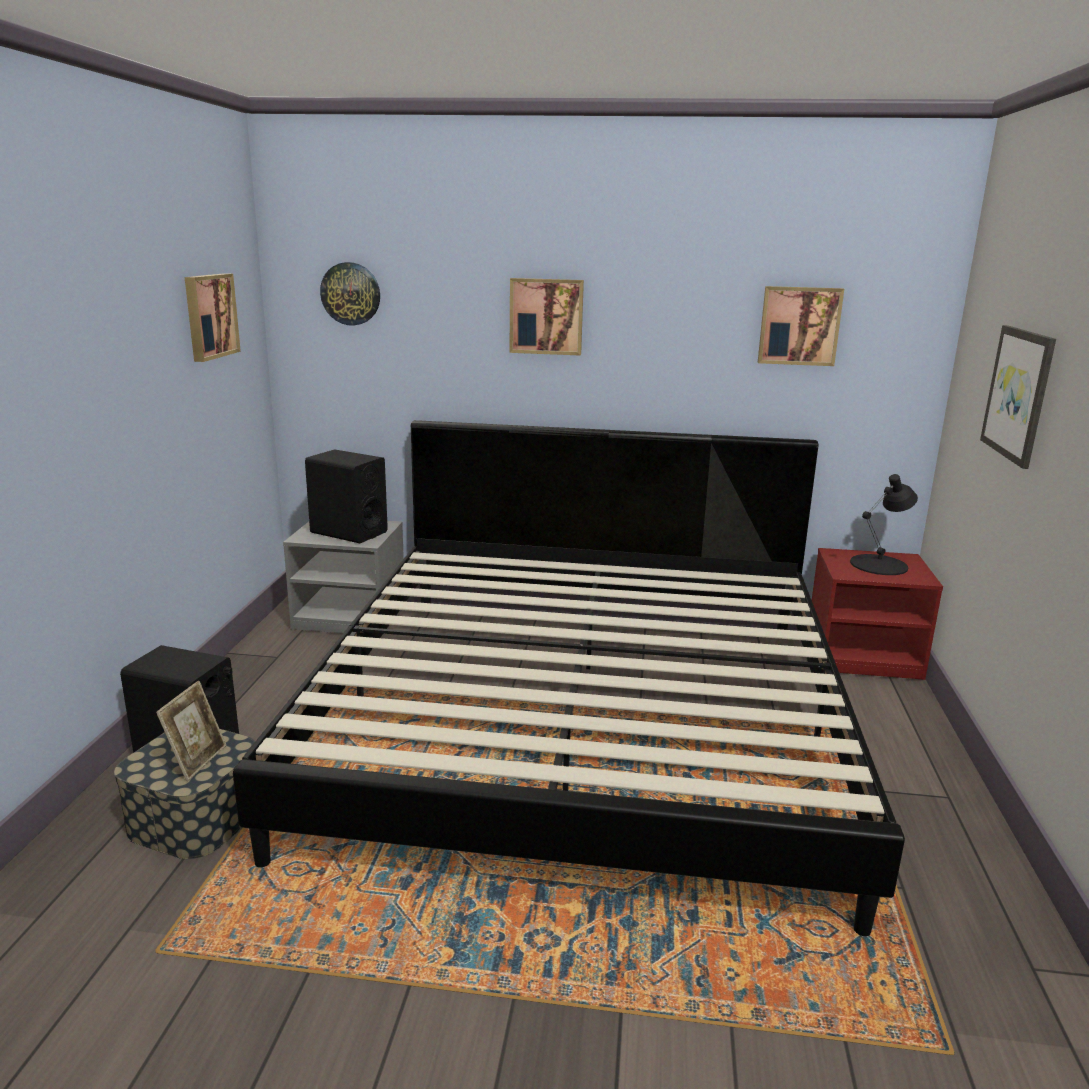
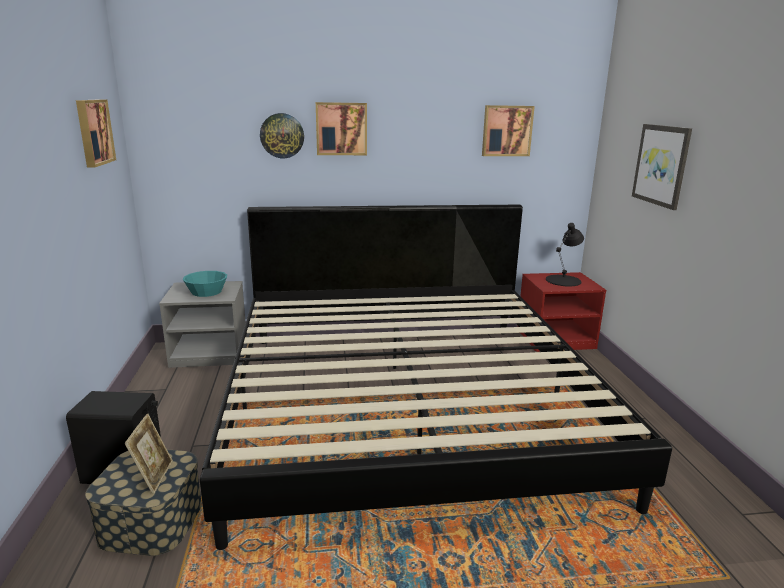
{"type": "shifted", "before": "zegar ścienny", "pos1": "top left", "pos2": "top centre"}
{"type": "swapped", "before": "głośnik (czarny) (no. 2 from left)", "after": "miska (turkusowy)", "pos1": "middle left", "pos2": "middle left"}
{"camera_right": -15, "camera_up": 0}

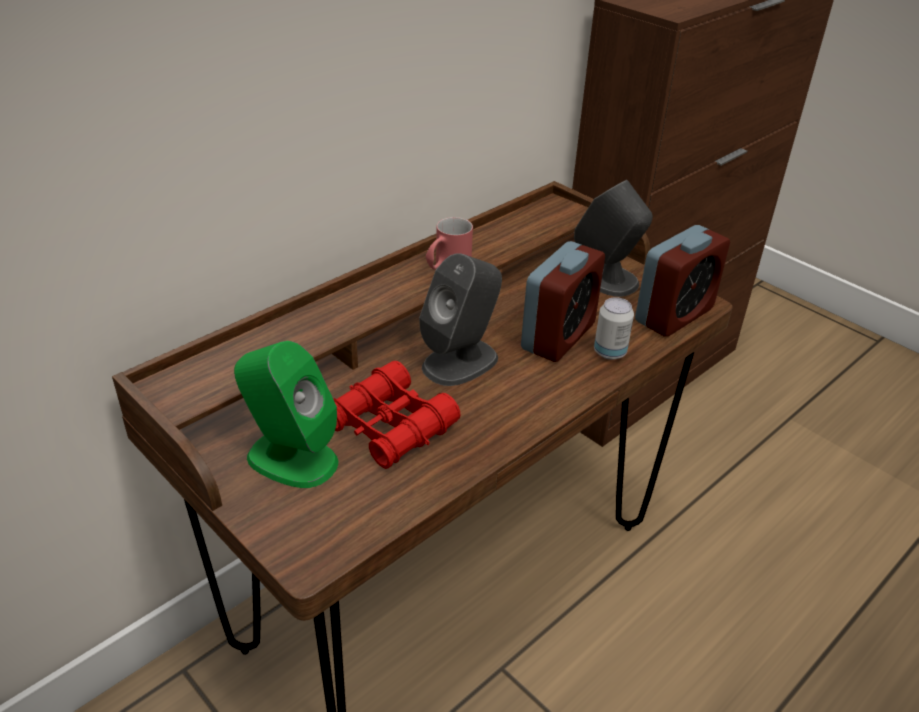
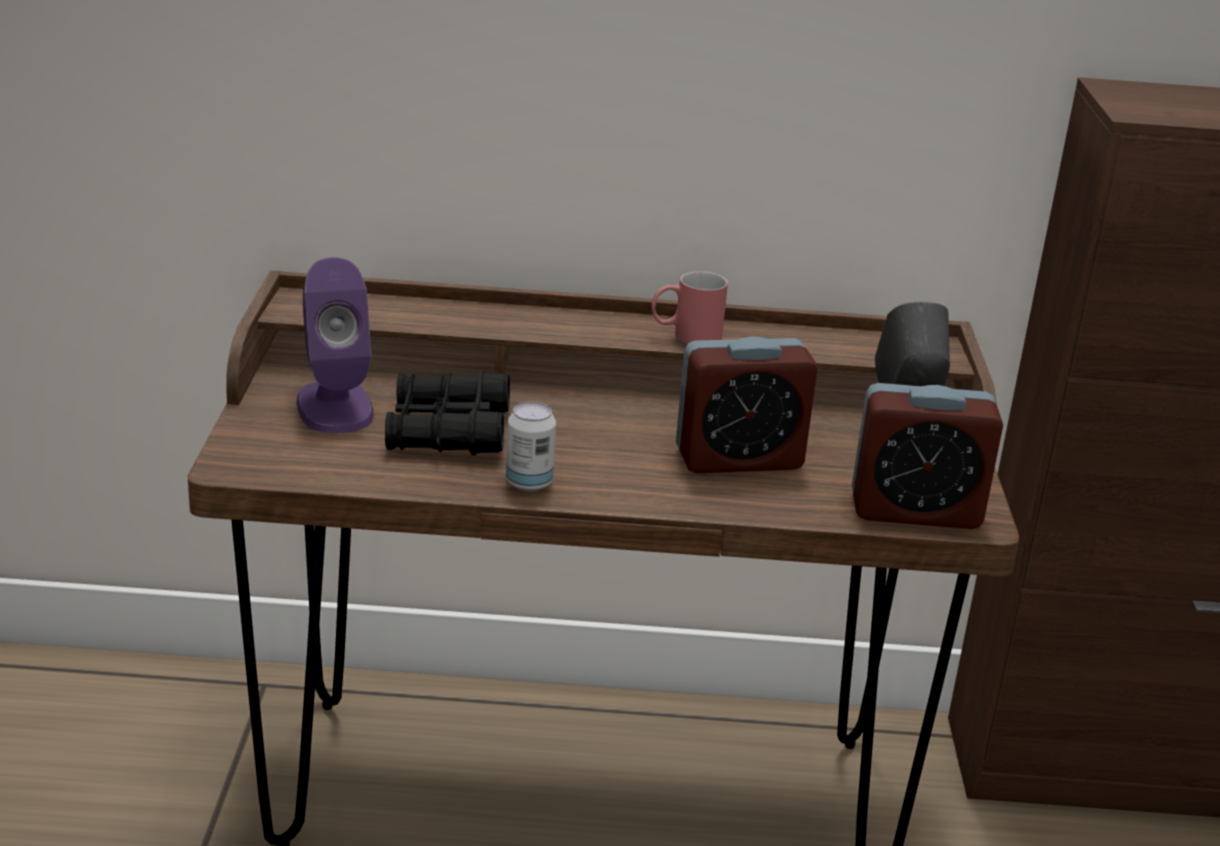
{"type": "gone", "before": "głośnik (szary) (no. 1 from left)", "pos1": "centre"}
{"type": "shifted", "before": "puszka", "pos1": "middle right", "pos2": "centre"}
{"type": "repainted", "before": "głośnik (zielony)", "after": "głośnik (fioletowy)", "pos1": "middle left", "pos2": "middle left"}
{"type": "repainted", "before": "lornetka (czerwony)", "after": "lornetka (czarny)", "pos1": "centre", "pos2": "centre"}
{"camera_right": 45, "camera_up": -10}

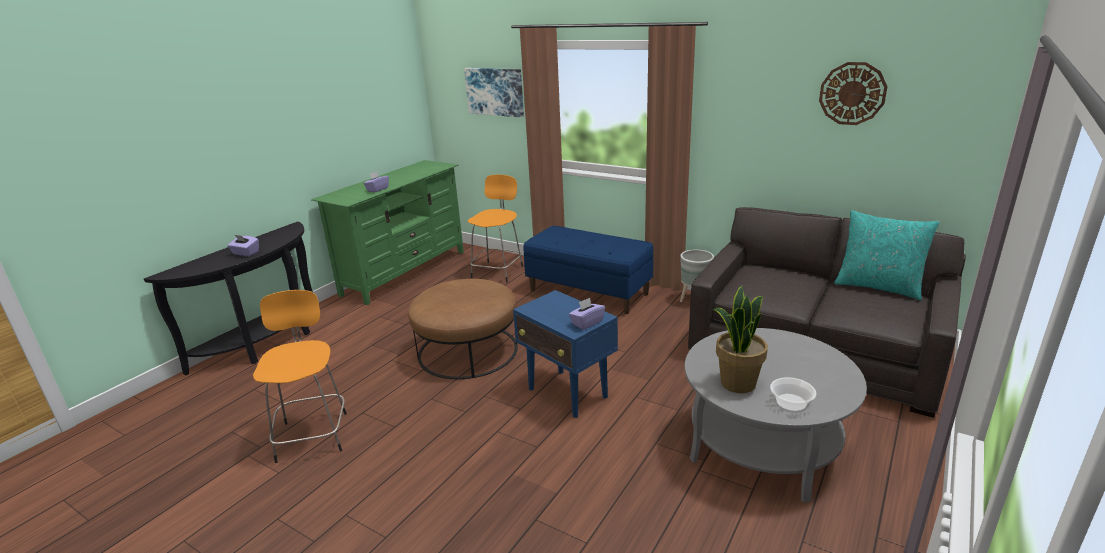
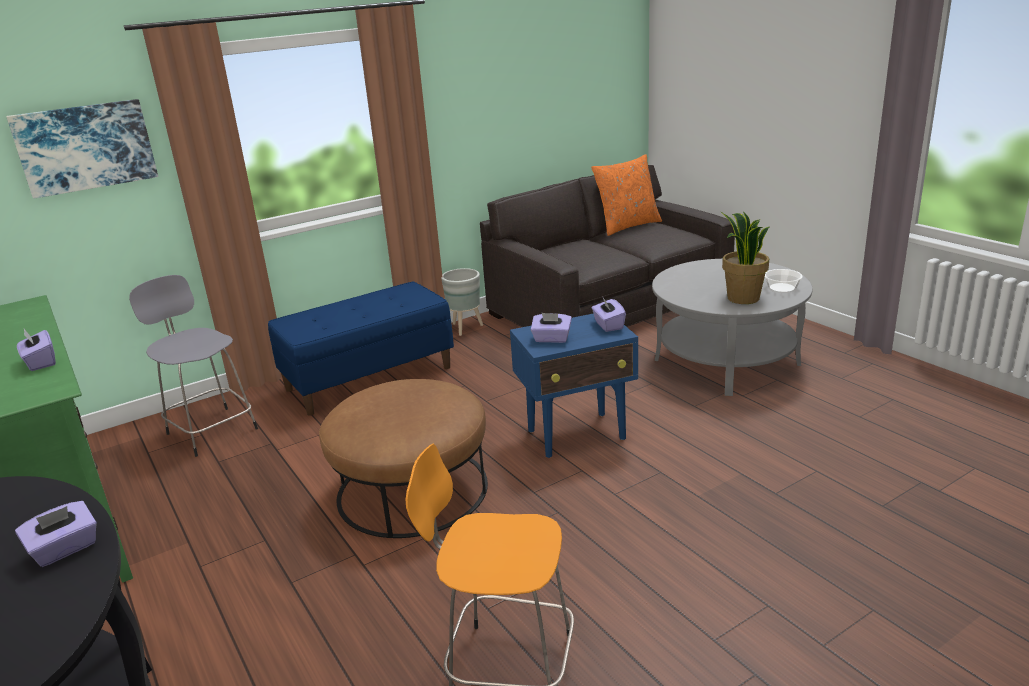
{"type": "gone", "before": "zegar ścienny", "pos1": "top right"}
{"type": "repainted", "before": "stołek (pomarańczowy) (no. 2 from left)", "after": "stołek (szary)", "pos1": "centre", "pos2": "middle left"}
{"type": "repainted", "before": "poduszka (turkusowy)", "after": "poduszka (pomarańczowy)", "pos1": "middle right", "pos2": "top centre"}
{"type": "new", "after": "pudełko chusteczek (fioletowy) (no. 3 from left)", "pos2": "centre"}
{"camera_right": -65, "camera_up": 0}

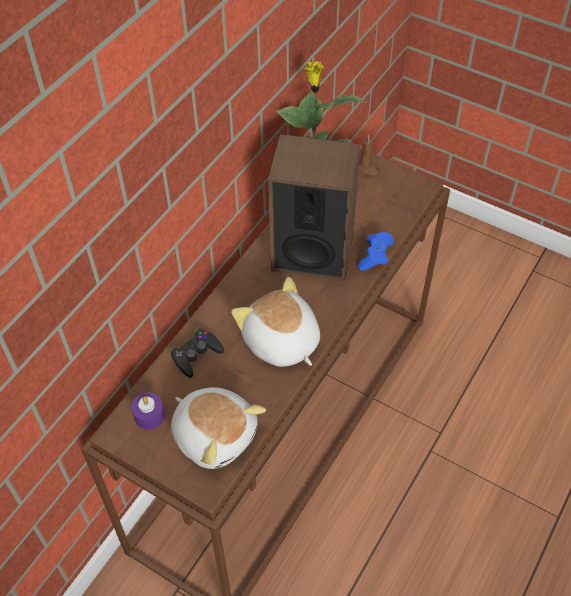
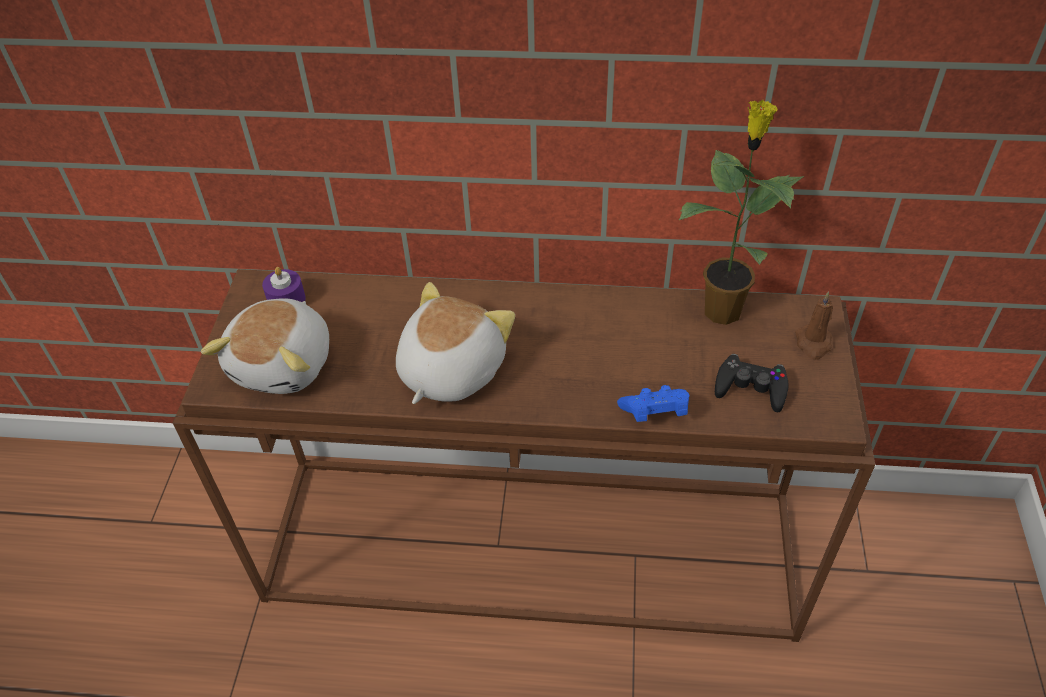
{"type": "gone", "before": "głośnik", "pos1": "centre"}
{"type": "shifted", "before": "pad do gier (czarny)", "pos1": "centre", "pos2": "middle right"}
{"camera_right": 65, "camera_up": -5}

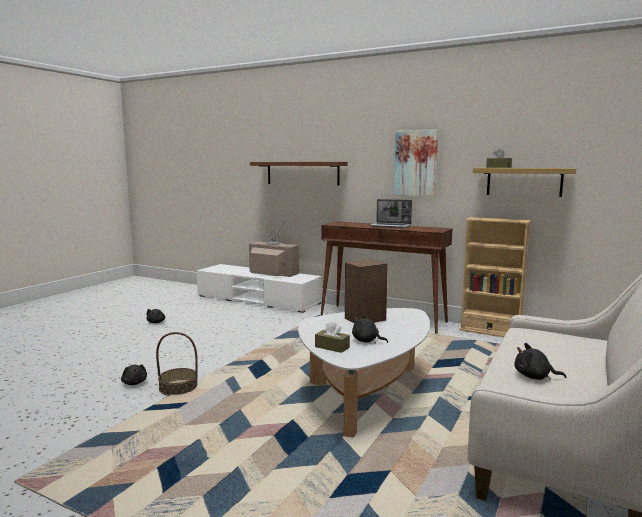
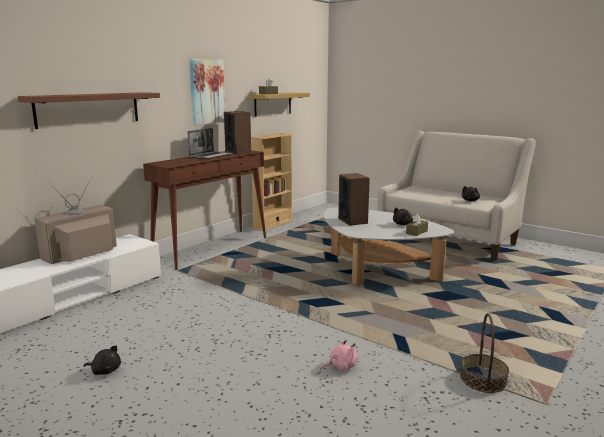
{"type": "shifted", "before": "koszyk", "pos1": "bottom left", "pos2": "bottom right"}
{"type": "repainted", "before": "pluszak (czarny) (no. 1 from left)", "after": "pluszak (różowy)", "pos1": "bottom left", "pos2": "bottom centre"}
{"type": "new", "after": "głośnik (no. 1 from left)", "pos2": "top centre"}
{"camera_right": -80, "camera_up": 5}

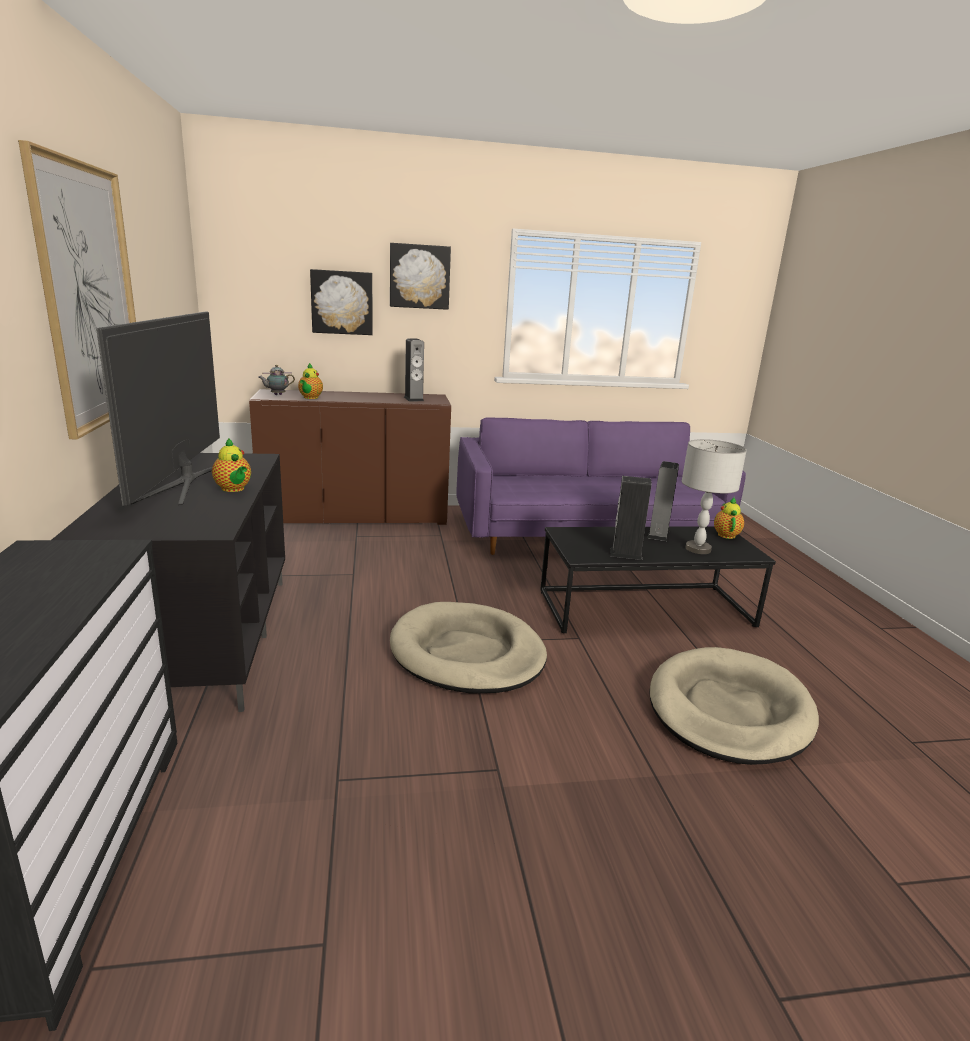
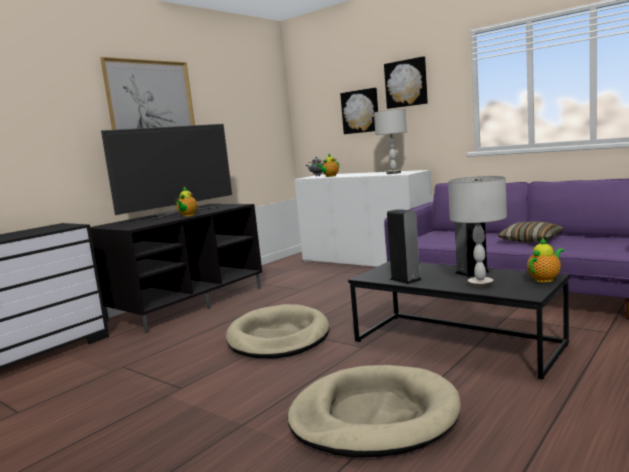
{"type": "swapped", "before": "głośnik (no. 1 from left)", "after": "lampa stołowa (szary) (no. 1 from left)", "pos1": "centre", "pos2": "top centre"}
{"type": "repainted", "before": "szafka (brązowy)", "after": "szafka (biały)", "pos1": "centre", "pos2": "centre"}
{"type": "new", "after": "poduszka", "pos2": "middle right"}
{"camera_right": 50, "camera_up": -10}

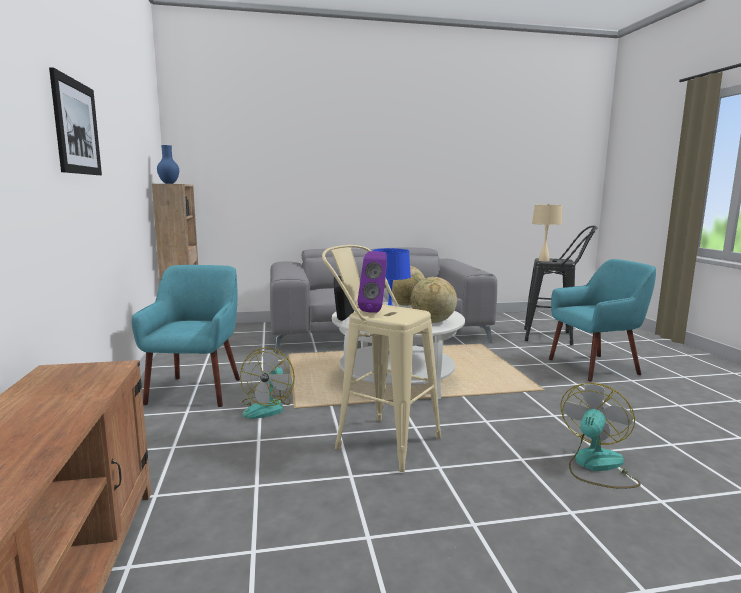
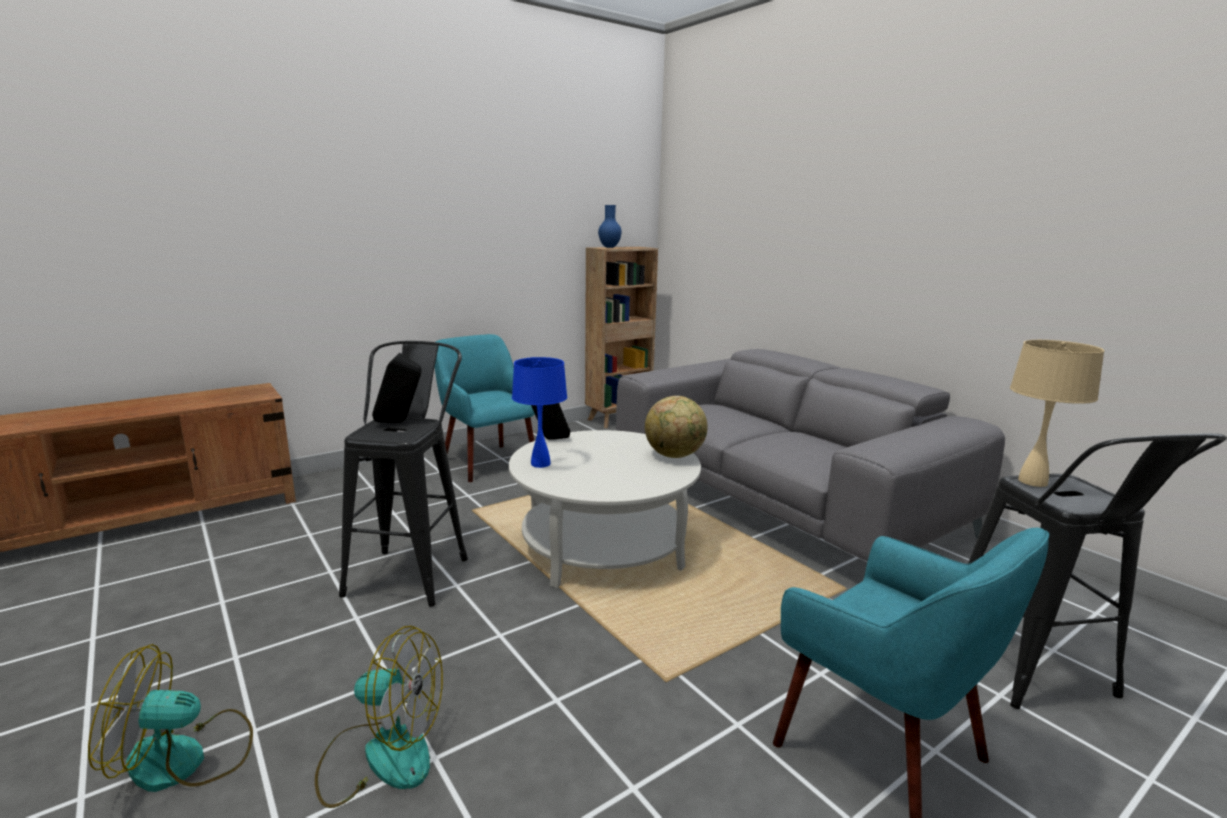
{"type": "gone", "before": "obraz", "pos1": "top left"}
{"type": "repainted", "before": "stołek (beżowy)", "after": "stołek (czarny) (no. 1 from left)", "pos1": "centre", "pos2": "middle left"}
{"type": "repainted", "before": "głośnik (fioletowy)", "after": "głośnik (czarny) (no. 1 from left)", "pos1": "centre", "pos2": "middle left"}
{"type": "rotated", "before": "fotel (turkusowy) (no. 1 from left)", "pos1": "middle left", "pos2": "centre", "turn": -105}
{"type": "gone", "before": "globus (no. 2 from left)", "pos1": "centre"}
{"type": "shifted", "before": "wentylator (no. 1 from left)", "pos1": "centre", "pos2": "bottom left"}
{"camera_right": 65, "camera_up": 5}

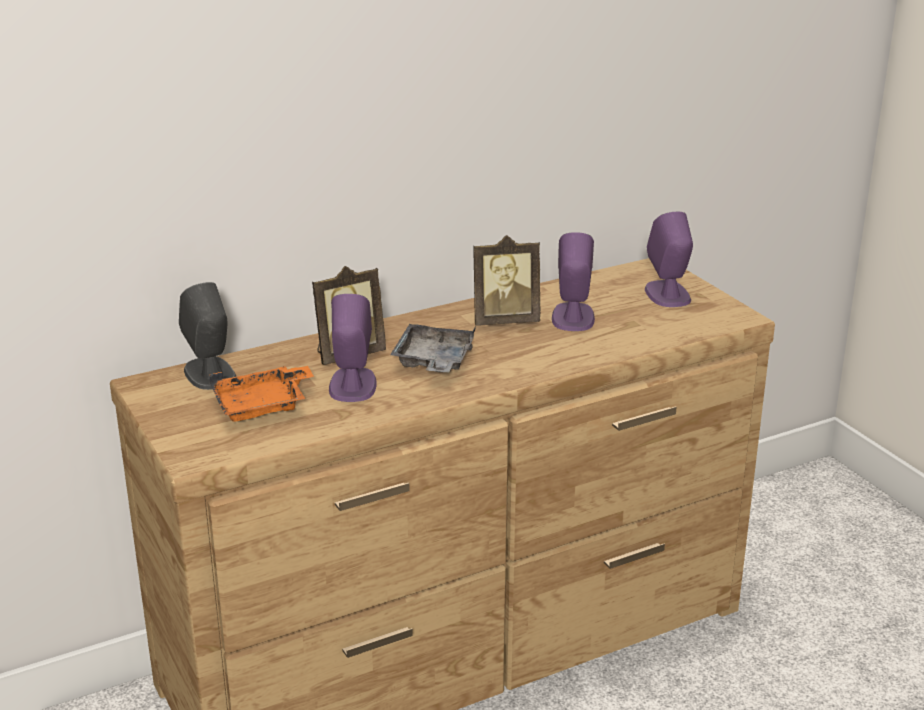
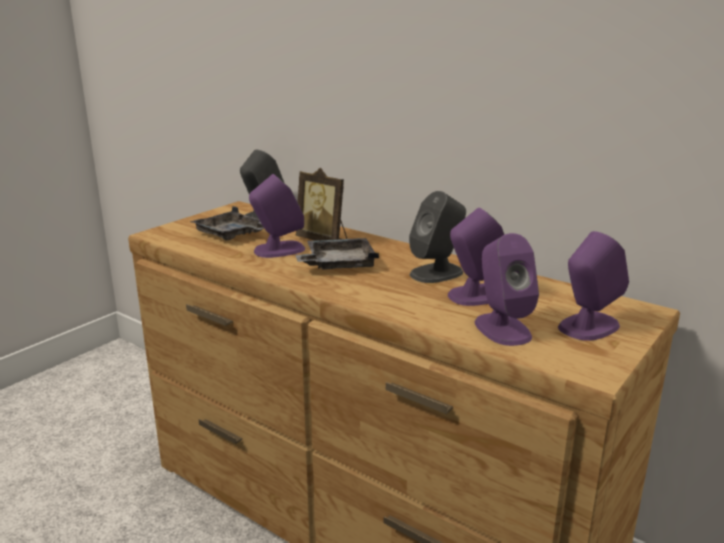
{"type": "swapped", "before": "ramka na zdjęcie (no. 2 from left)", "after": "głośnik (szary) (no. 2 from left)", "pos1": "centre", "pos2": "centre"}
{"type": "repainted", "before": "taca (pomarańczowy)", "after": "taca (szary) (no. 1 from left)", "pos1": "middle left", "pos2": "middle left"}
{"type": "new", "after": "głośnik (fioletowy) (no. 3 from left)", "pos2": "middle right"}
{"camera_right": 65, "camera_up": -5}

